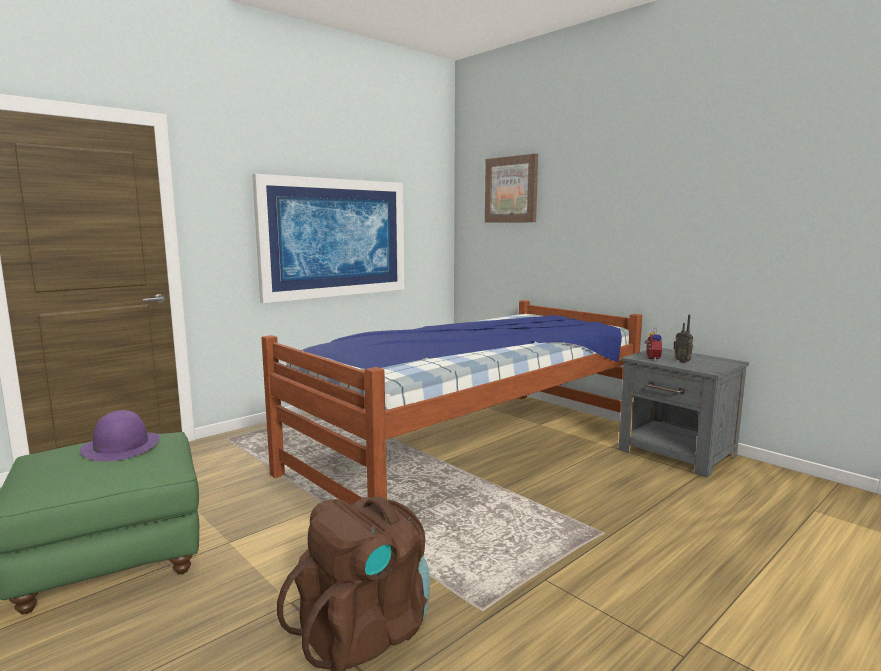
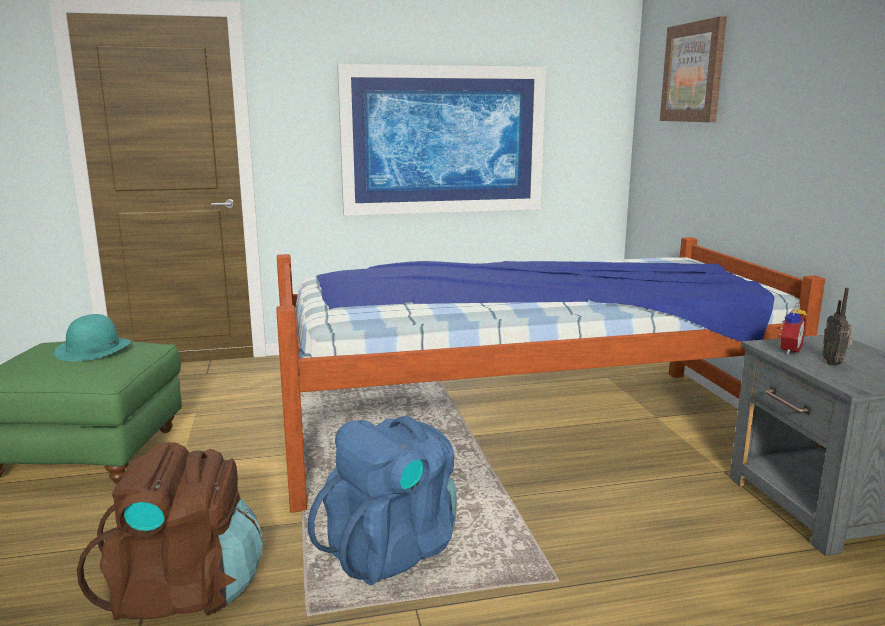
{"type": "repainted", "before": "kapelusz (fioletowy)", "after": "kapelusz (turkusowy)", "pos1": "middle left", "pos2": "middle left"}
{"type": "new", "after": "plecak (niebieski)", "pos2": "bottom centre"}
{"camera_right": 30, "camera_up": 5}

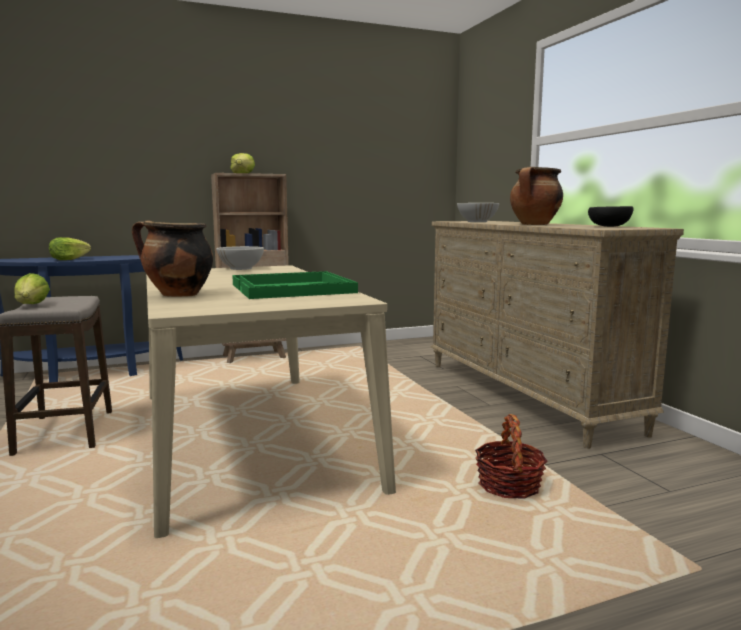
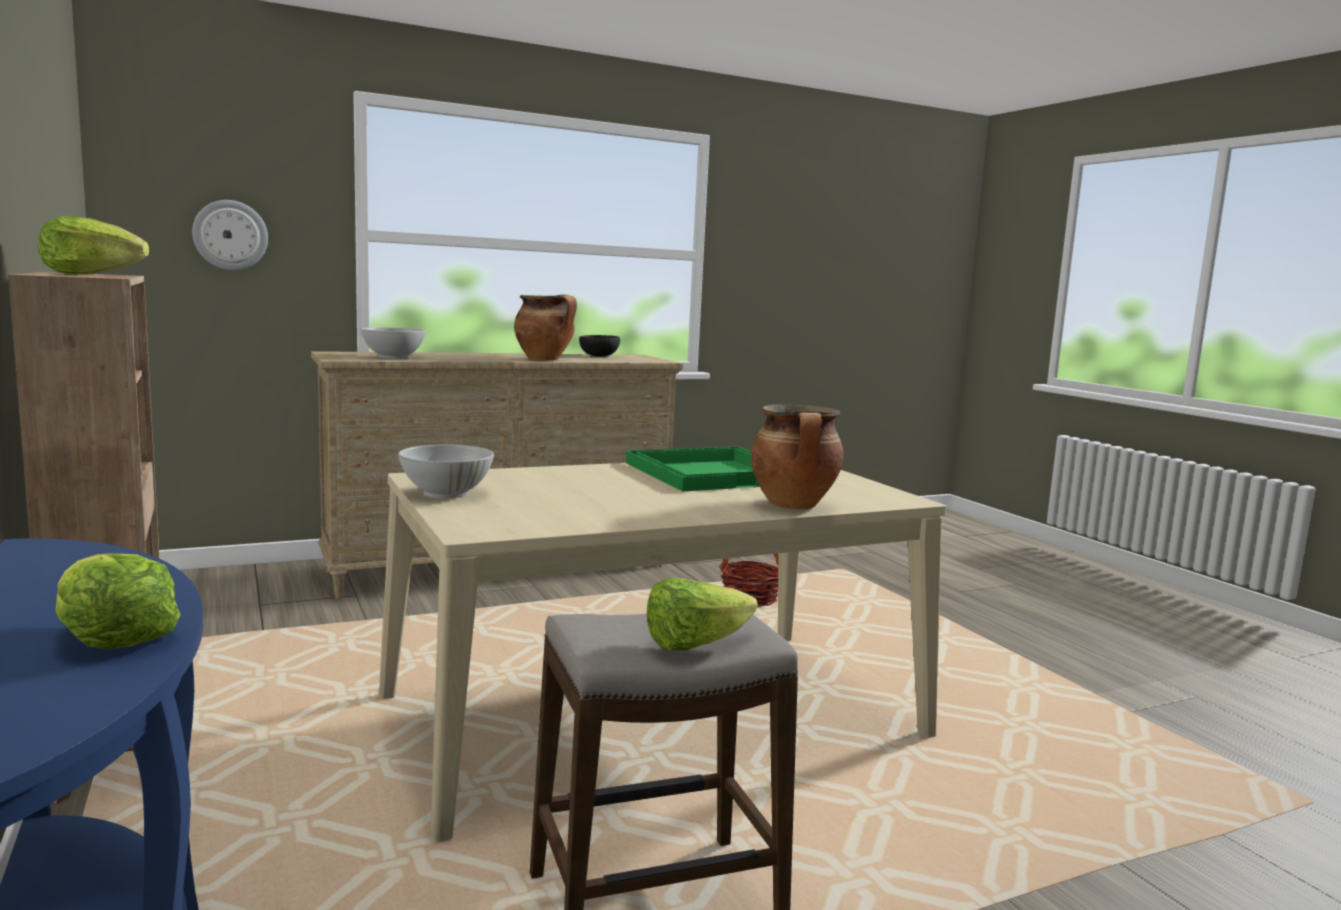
{"type": "new", "after": "zegar ścienny", "pos2": "top left"}
{"camera_right": -95, "camera_up": 0}

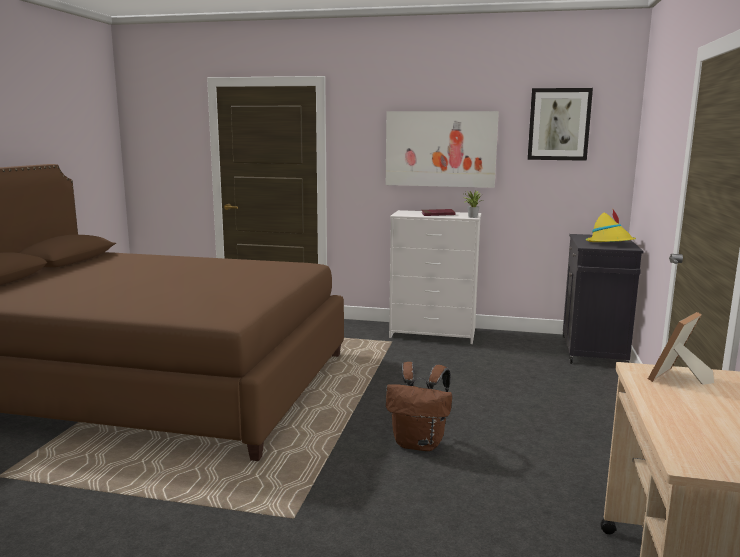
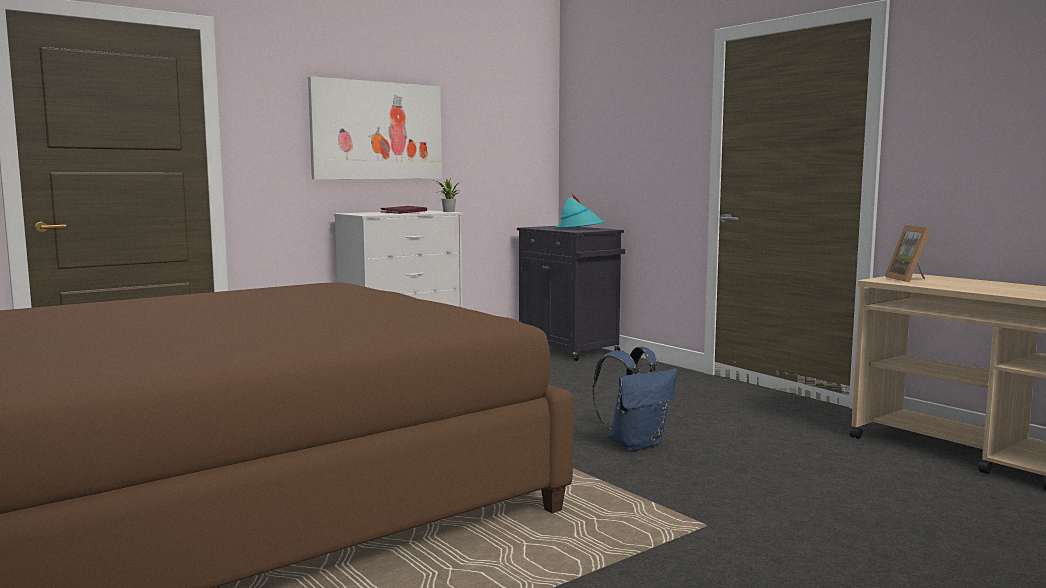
{"type": "gone", "before": "obraz (no. 2 from left)", "pos1": "top right"}
{"type": "repainted", "before": "kapelusz (żółty)", "after": "kapelusz (turkusowy)", "pos1": "middle right", "pos2": "centre"}
{"type": "repainted", "before": "plecak (brązowy)", "after": "plecak (niebieski)", "pos1": "bottom centre", "pos2": "bottom centre"}
{"camera_right": -50, "camera_up": -5}

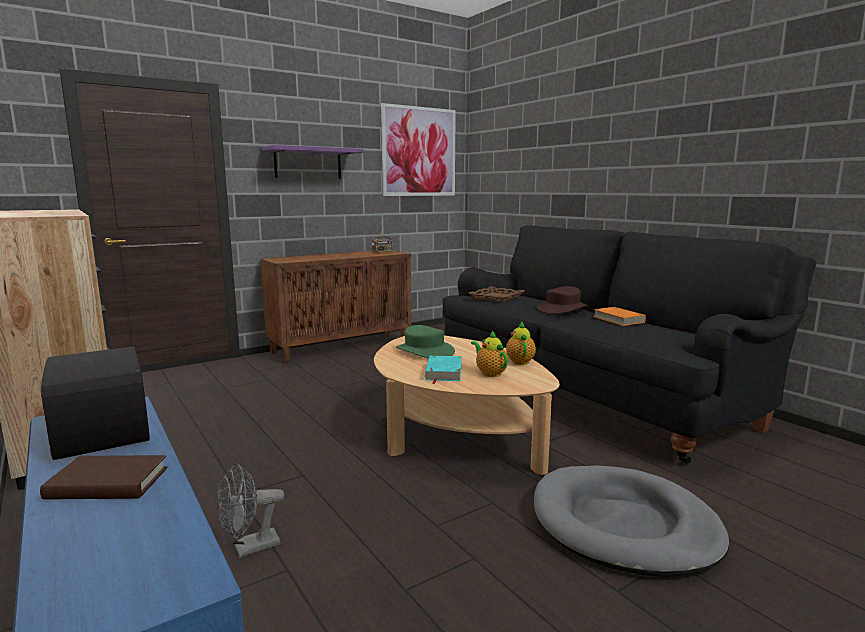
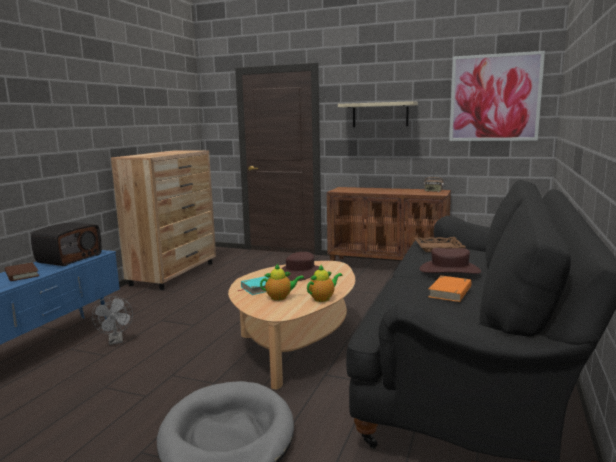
{"type": "repainted", "before": "półka (fioletowy)", "after": "półka (beżowy)", "pos1": "top centre", "pos2": "top centre"}
{"type": "repainted", "before": "kapelusz (zielony)", "after": "kapelusz (brązowy) (no. 1 from left)", "pos1": "centre", "pos2": "centre"}
{"type": "rotated", "before": "imbryk (no. 1 from left)", "pos1": "centre", "pos2": "centre", "turn": 60}
{"type": "rotated", "before": "wentylator (szary)", "pos1": "bottom left", "pos2": "bottom left", "turn": -135}
{"camera_right": 55, "camera_up": 0}

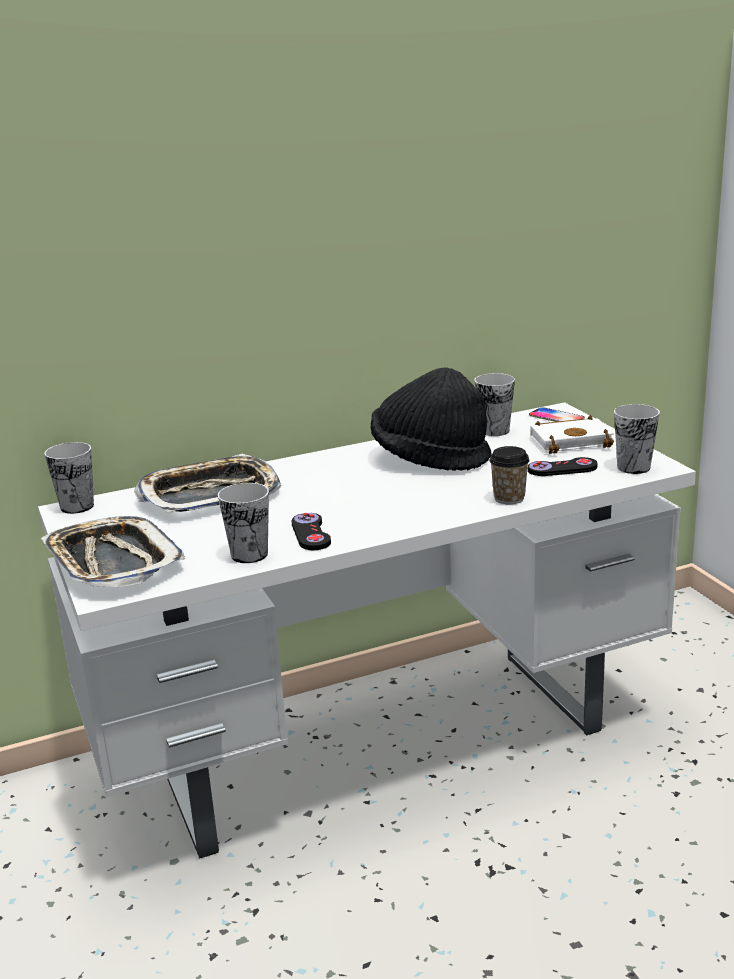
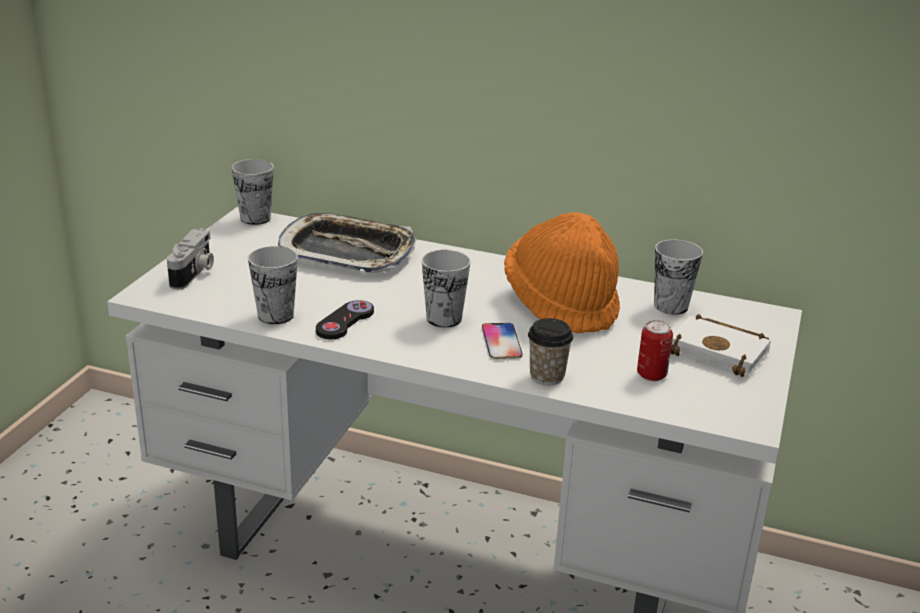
{"type": "repainted", "before": "kapelusz (czarny)", "after": "kapelusz (pomarańczowy)", "pos1": "centre", "pos2": "centre"}
{"type": "shifted", "before": "filiżanka (no. 5 from left in the first image)", "after": "filiżanka (no. 3 from left)", "pos1": "middle right", "pos2": "centre"}
{"type": "shifted", "before": "telefon", "pos1": "middle right", "pos2": "centre"}
{"type": "swapped", "before": "pad do gier (czarny) (no. 2 from left)", "after": "puszka", "pos1": "middle right", "pos2": "middle right"}
{"type": "swapped", "before": "taca (no. 1 from left)", "after": "aparat fotograficzny", "pos1": "middle left", "pos2": "middle left"}
{"camera_right": 40, "camera_up": 5}

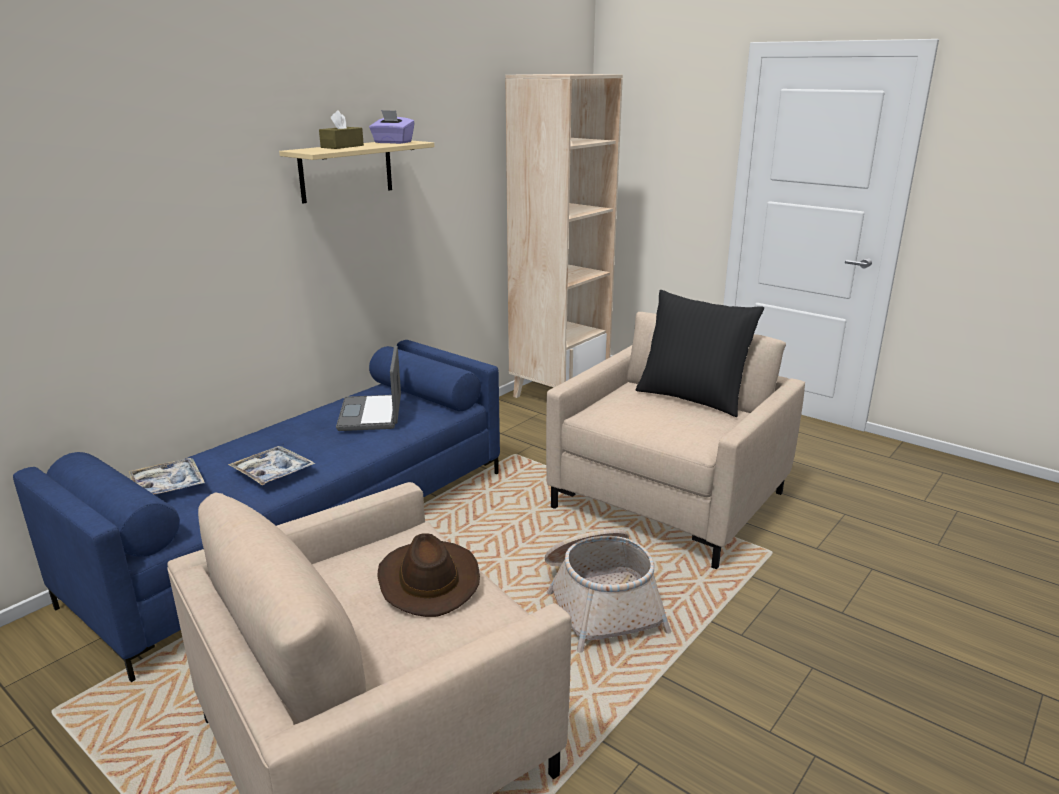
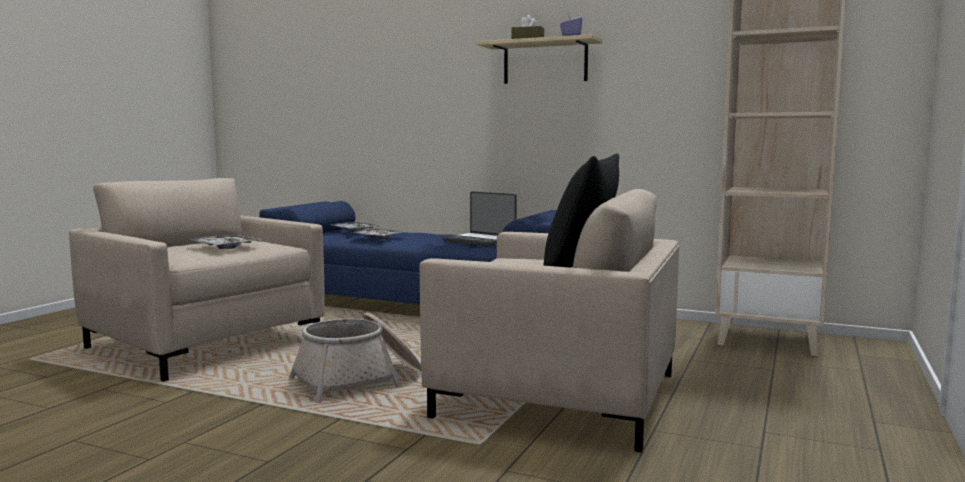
{"type": "rotated", "before": "laptop", "pos1": "centre", "pos2": "centre", "turn": -120}
{"type": "swapped", "before": "kapelusz (brązowy)", "after": "taca (no. 1 from left)", "pos1": "bottom centre", "pos2": "middle left"}
{"camera_right": 75, "camera_up": -15}

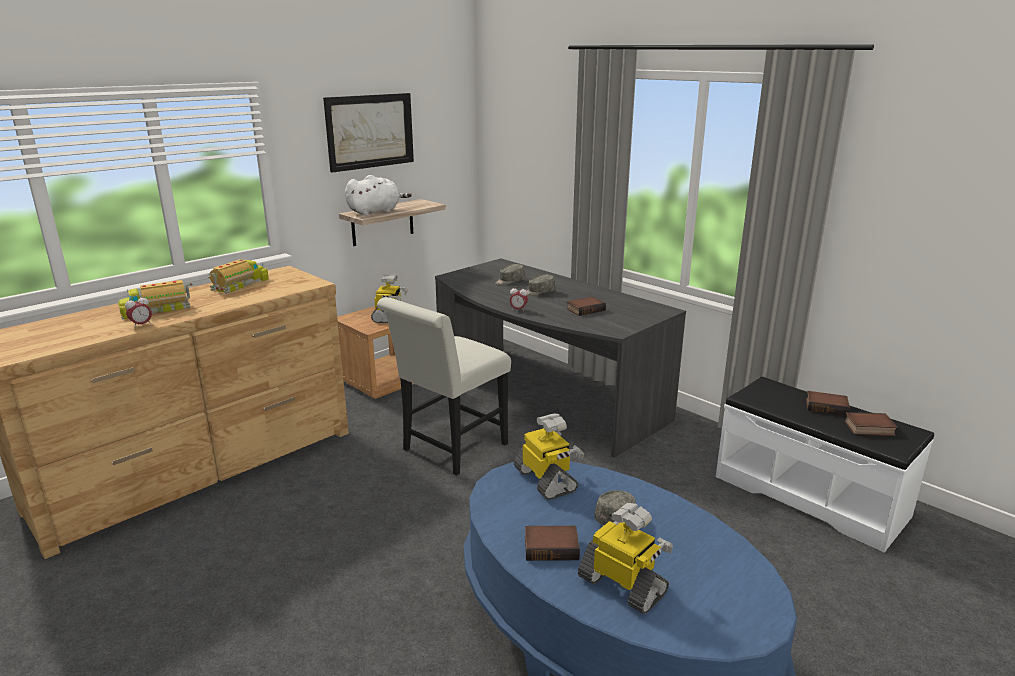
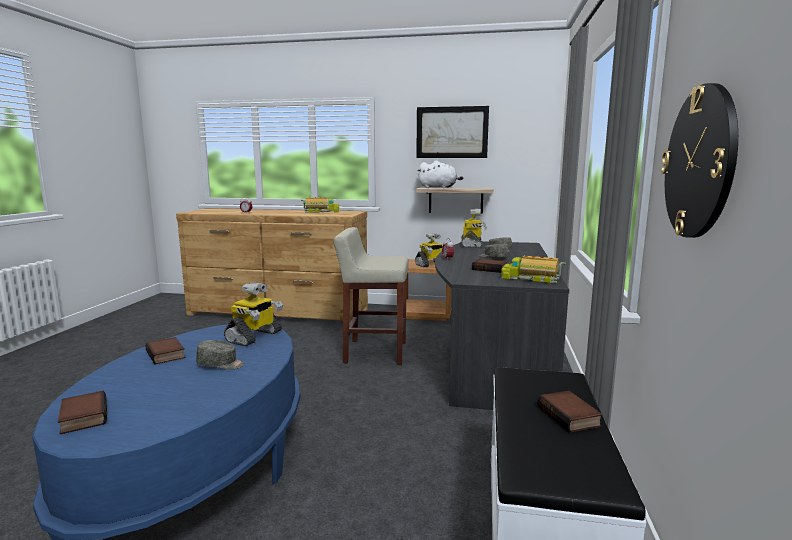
{"type": "shifted", "before": "ciężarówka zabawkowa (no. 1 from left in the first image)", "after": "ciężarówka zabawkowa (no. 2 from left)", "pos1": "middle left", "pos2": "middle right"}
{"type": "swapped", "before": "krzesło (biały)", "after": "stołek (beżowy)", "pos1": "centre", "pos2": "centre"}
{"type": "shifted", "before": "książka (no. 4 from left in the first image)", "after": "książka (no. 1 from left)", "pos1": "middle right", "pos2": "bottom left"}
{"type": "shifted", "before": "robot zabawkowy (no. 3 from left)", "pos1": "bottom centre", "pos2": "centre"}
{"type": "new", "after": "zegar ścienny", "pos2": "top right"}
{"camera_right": 55, "camera_up": -10}

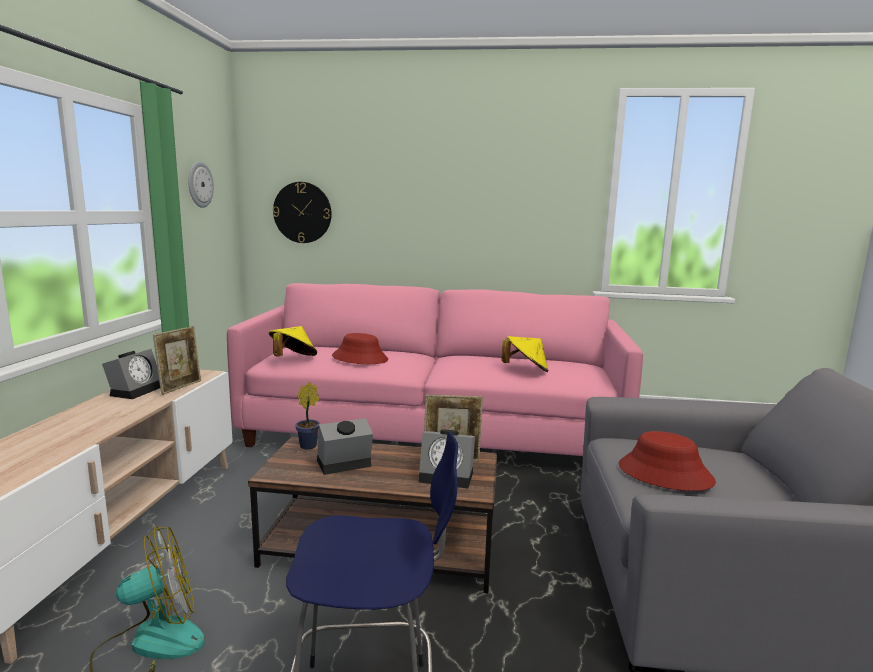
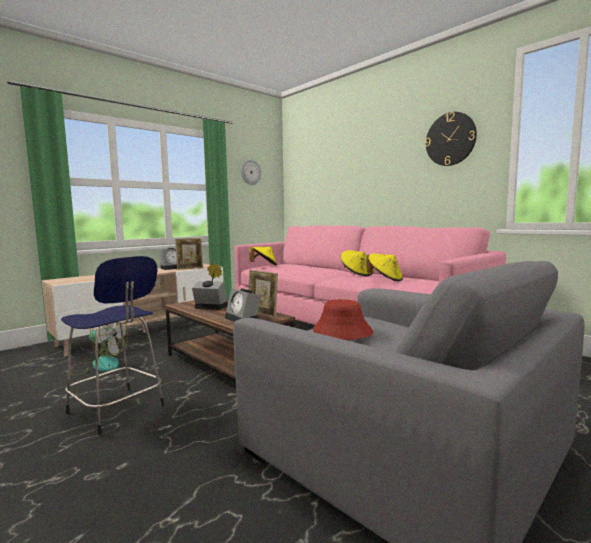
{"type": "shifted", "before": "zegar ścienny (no. 2 from left)", "pos1": "top centre", "pos2": "top right"}
{"type": "gone", "before": "kapelusz (czerwony) (no. 1 from left)", "pos1": "centre"}
{"type": "new", "after": "kapelusz (żółty) (no. 2 from left)", "pos2": "centre"}
{"camera_right": 40, "camera_up": -5}

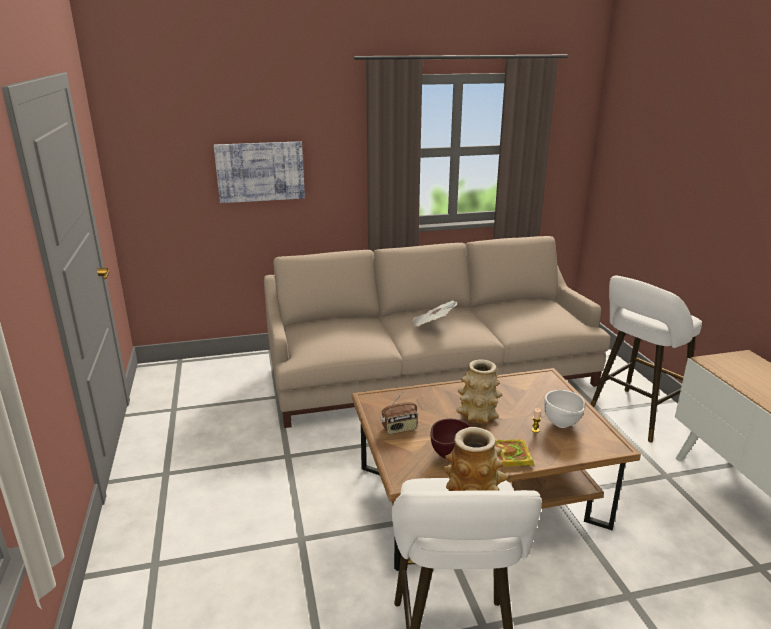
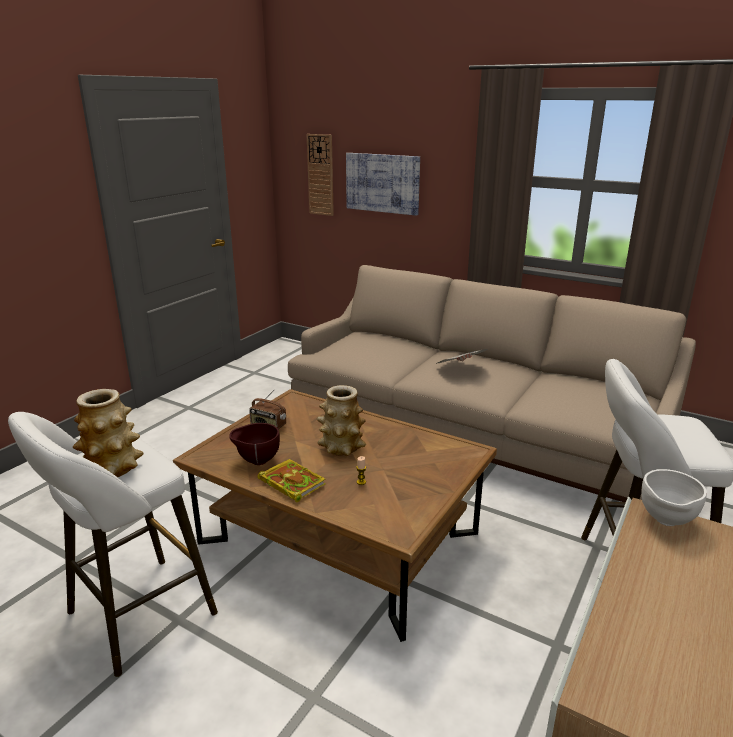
{"type": "shifted", "before": "miska (biały)", "pos1": "middle right", "pos2": "bottom right"}
{"type": "new", "after": "zegar ścienny", "pos2": "top centre"}
{"camera_right": 45, "camera_up": 0}

